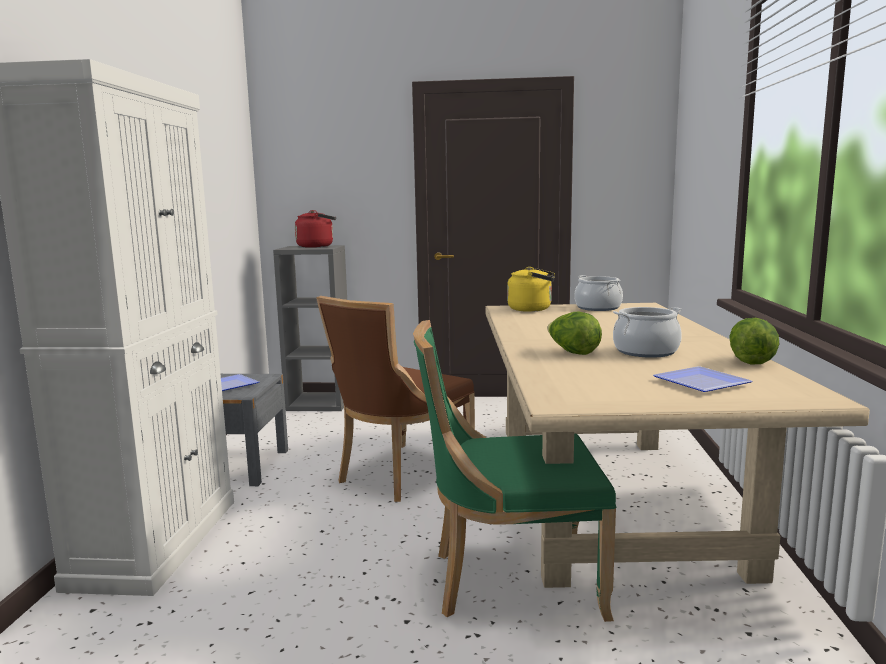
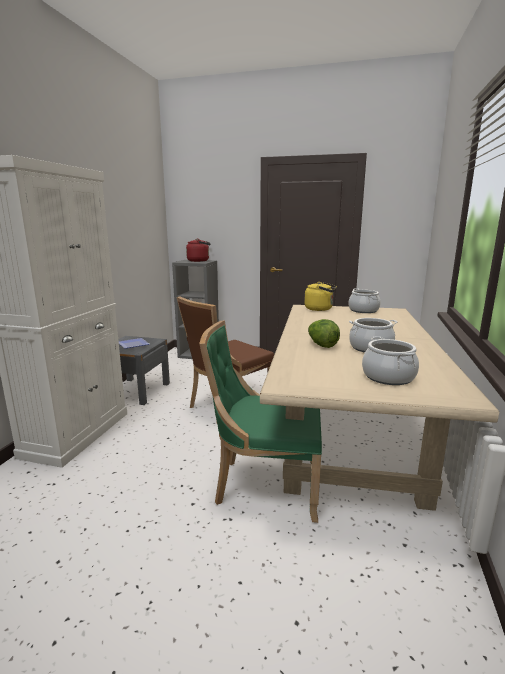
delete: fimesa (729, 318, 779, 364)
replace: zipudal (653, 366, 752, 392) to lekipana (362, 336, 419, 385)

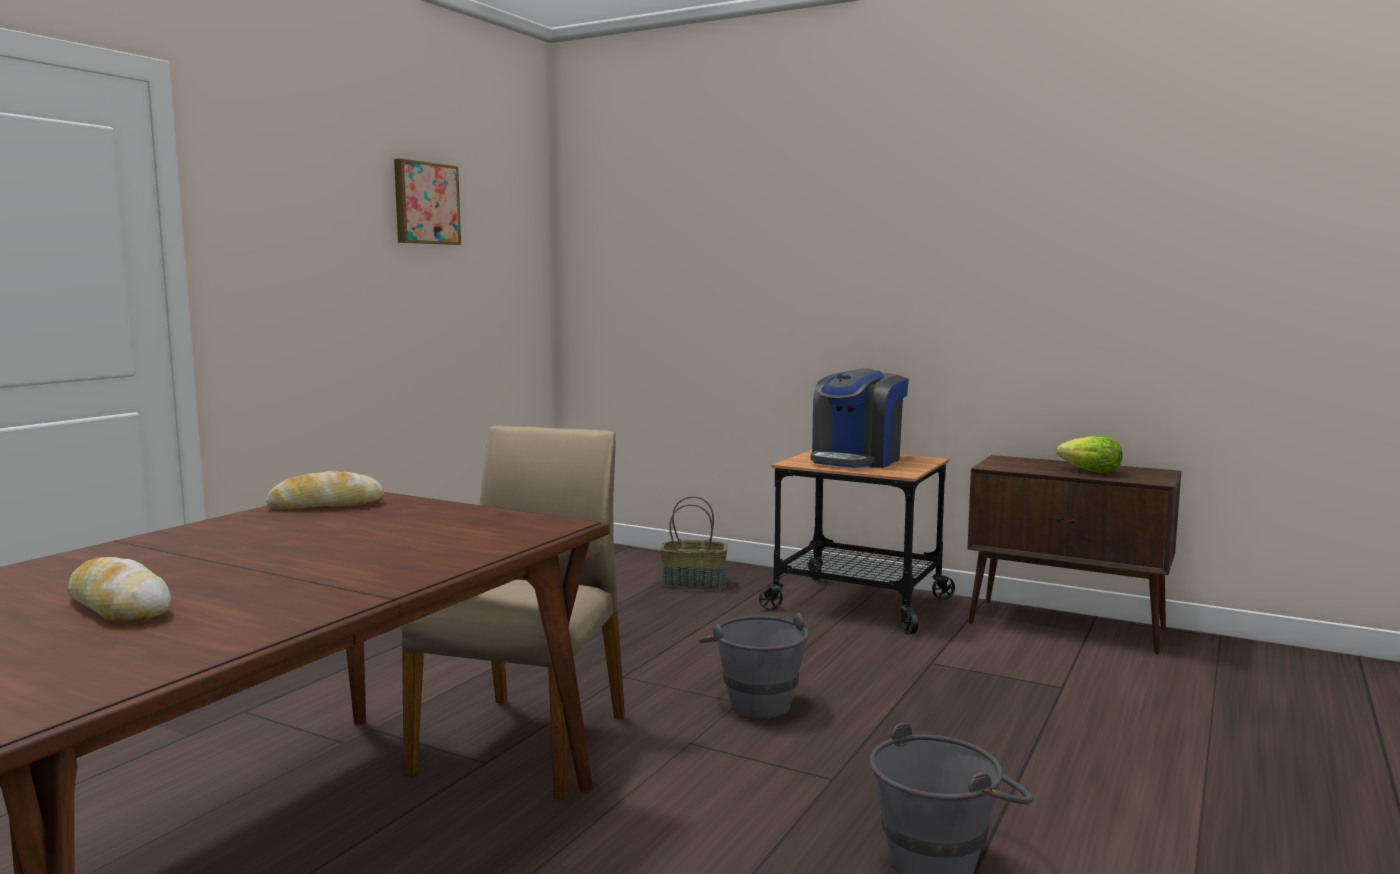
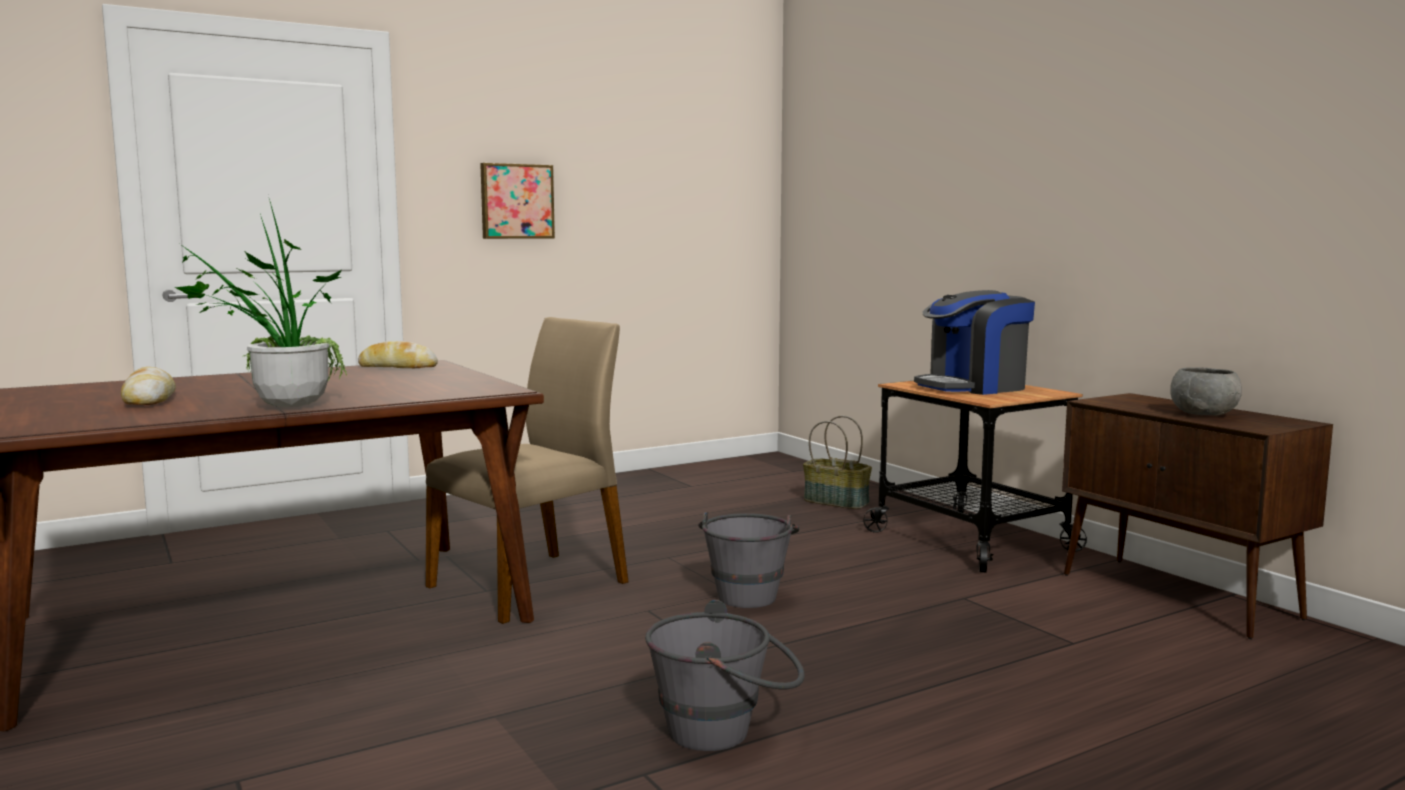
insert: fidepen (174, 199, 347, 407)
move: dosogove (394, 159, 461, 245) to (480, 163, 555, 239)
replace: fimesa (1057, 436, 1122, 473) to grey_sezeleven (1170, 367, 1242, 415)

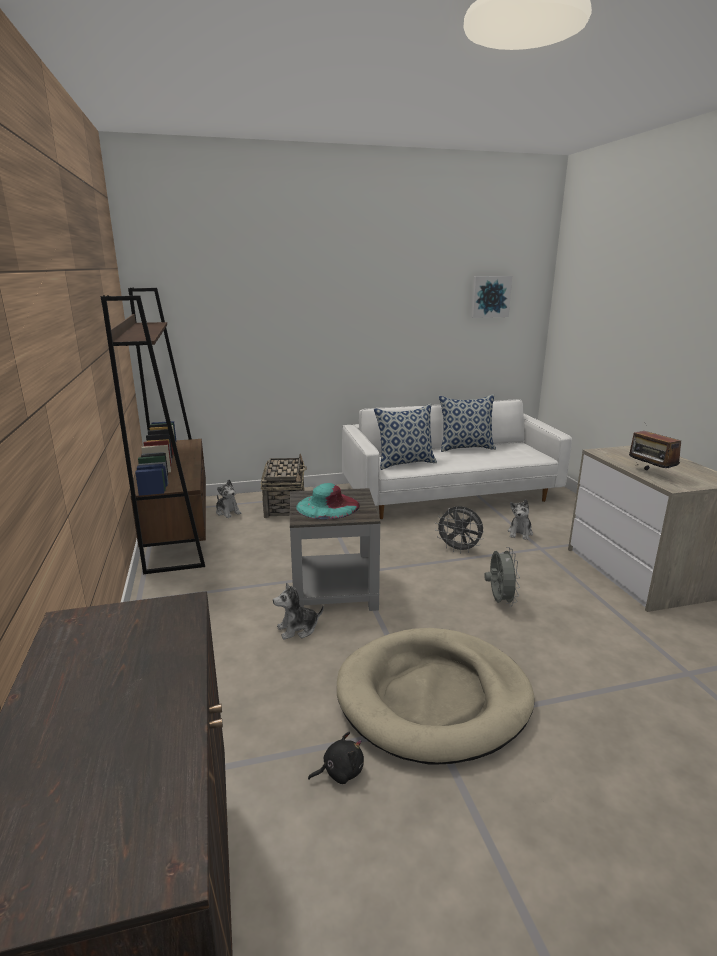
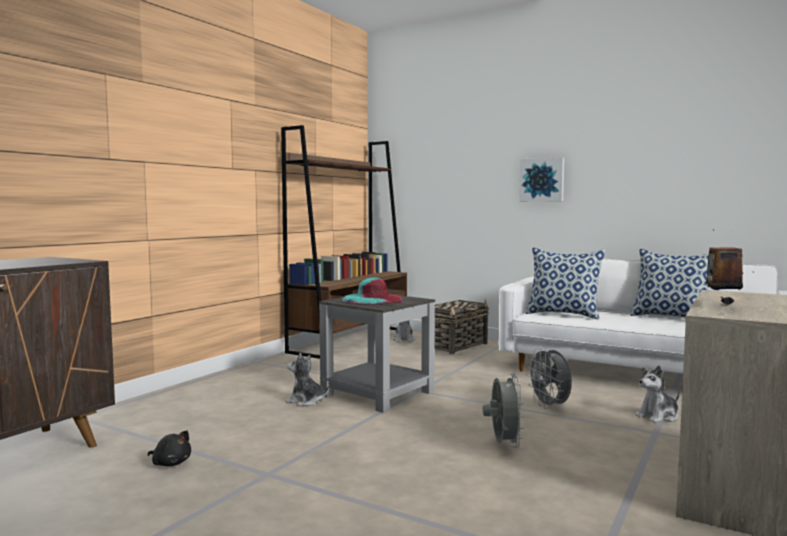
delete: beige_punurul (337, 628, 534, 765)
move: dosogove (471, 276, 512, 318) to (519, 157, 564, 202)
rotate: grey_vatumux (484, 547, 520, 606) = (483, 373, 524, 448) 45 degrees counterclockwise

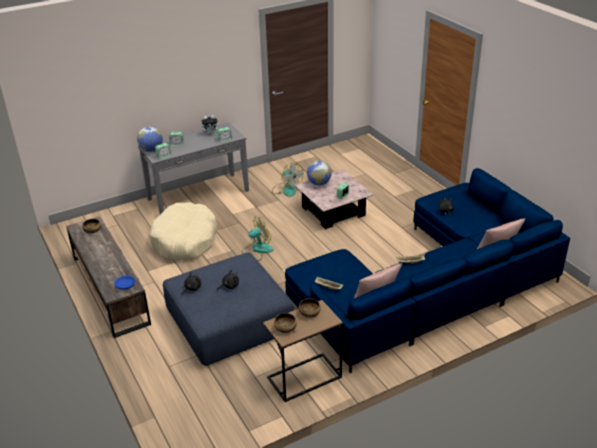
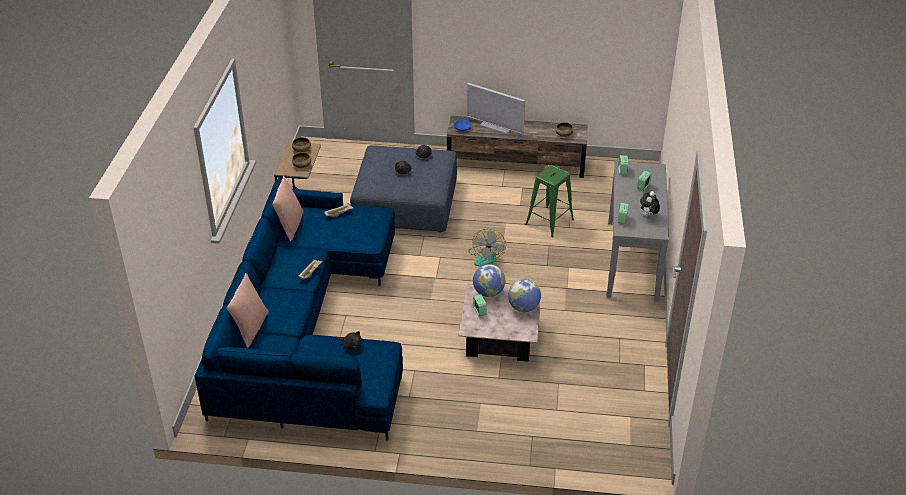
delete: vatumux (272, 162, 304, 197)
insert: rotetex (467, 83, 525, 134)
move: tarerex (137, 127, 163, 152) to (473, 264, 505, 297)
replace: beige_punurul (149, 203, 217, 261) to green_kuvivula (525, 165, 574, 237)

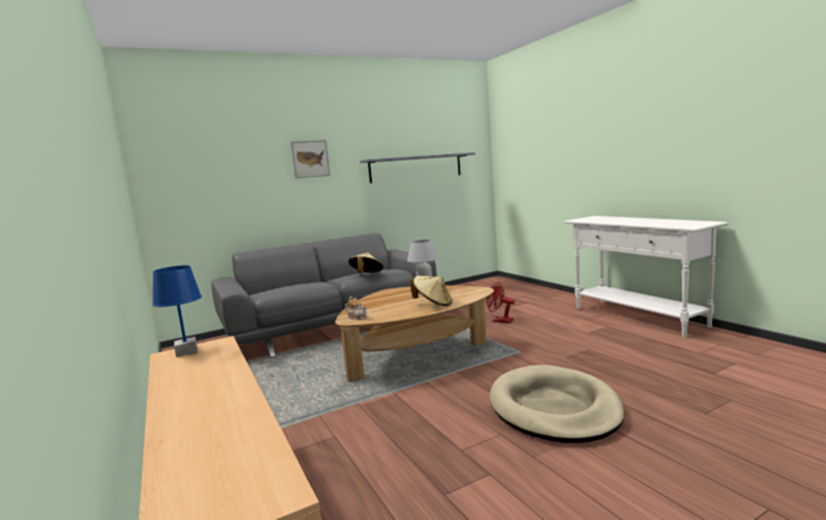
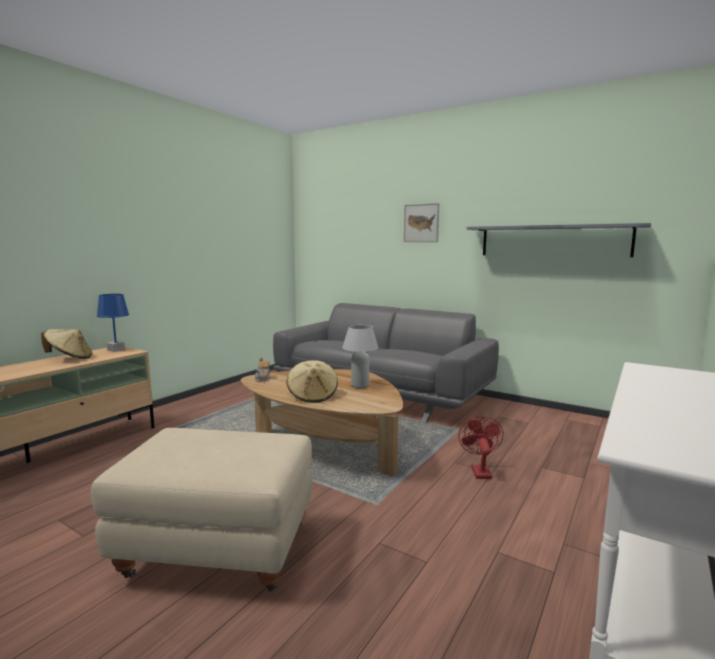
move: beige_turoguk (348, 252, 383, 274) to (41, 329, 92, 359)
replace: beige_punurul (490, 365, 625, 443) to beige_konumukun (91, 428, 312, 592)

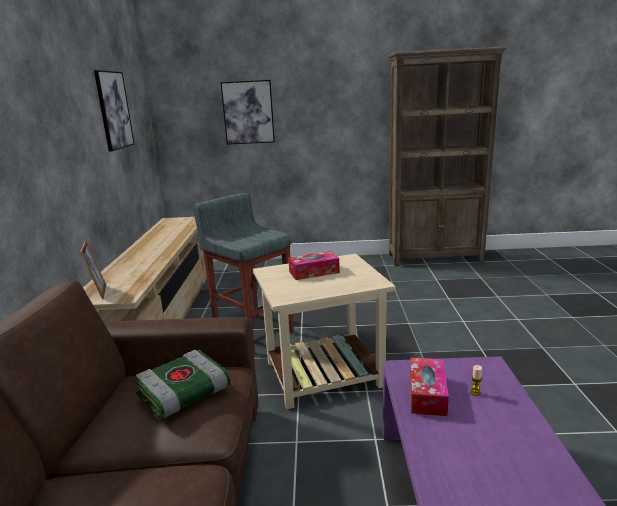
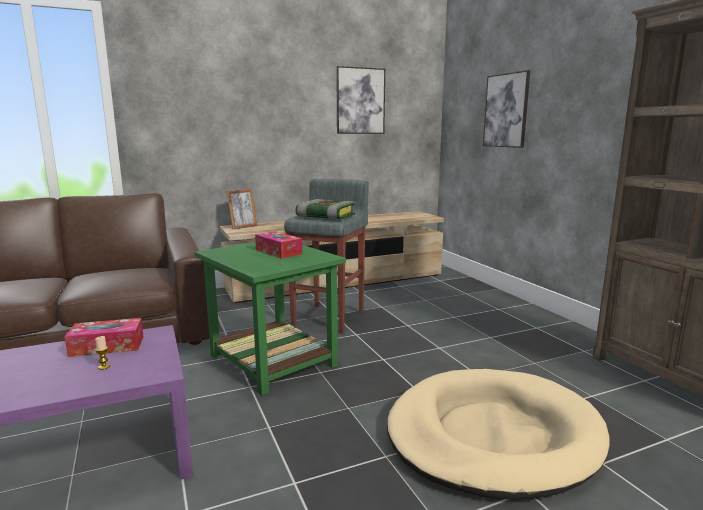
insert: beige_punurul (387, 369, 610, 500)
move: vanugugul (133, 350, 230, 419) to (295, 199, 355, 220)
recolor: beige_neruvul (253, 254, 396, 409) to green_neruvul (195, 242, 346, 395)

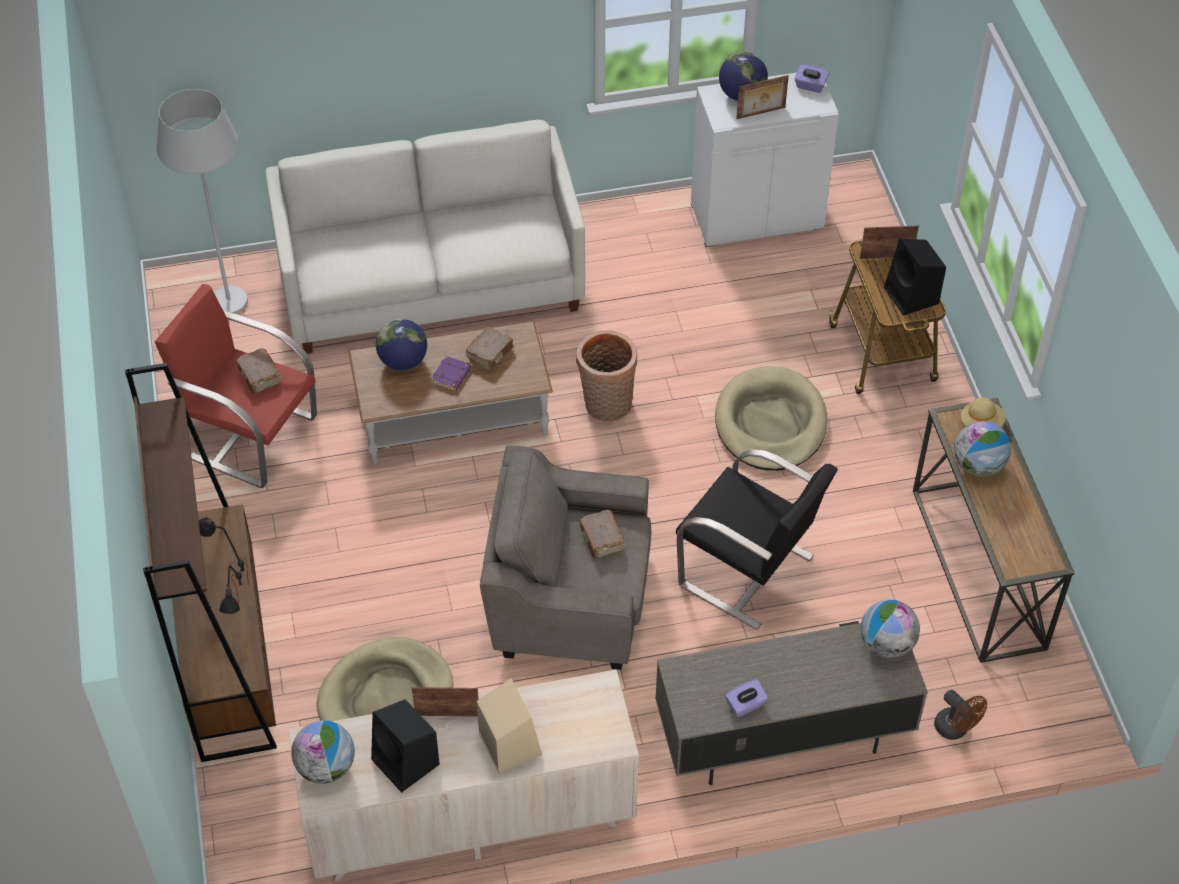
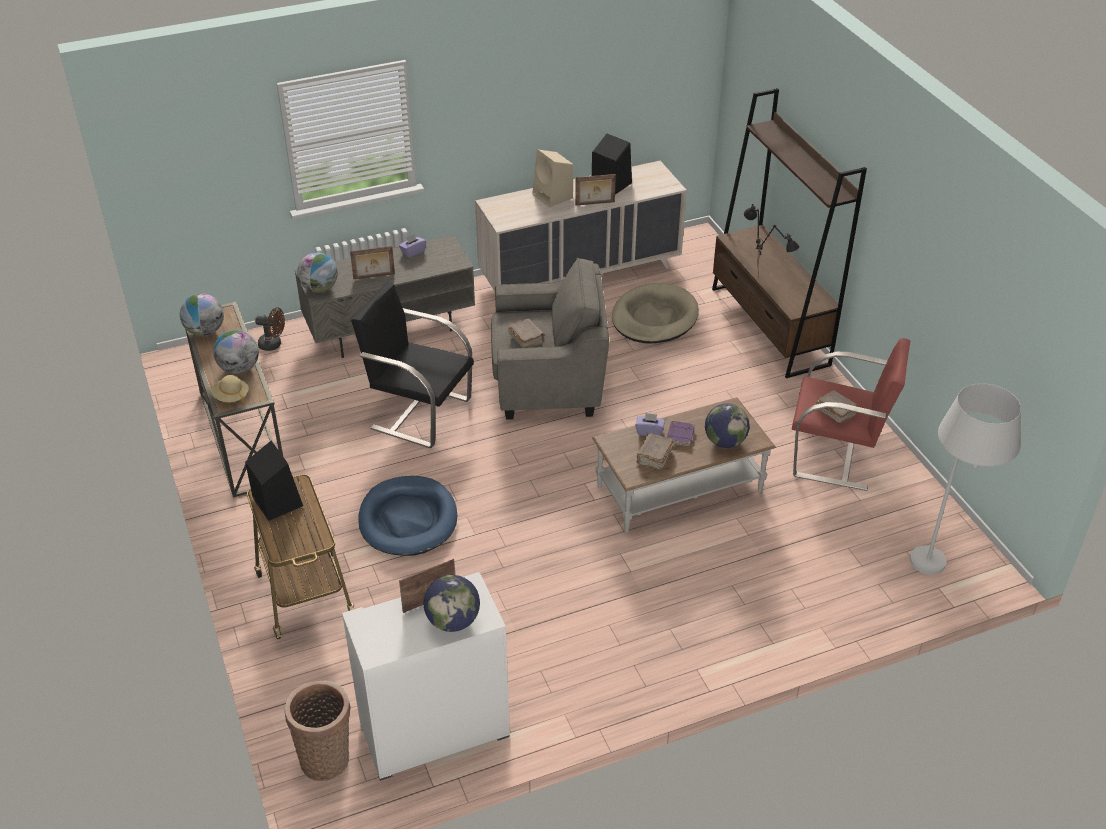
delete: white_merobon (265, 120, 585, 354)
move: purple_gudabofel (795, 64, 829, 93) to (635, 413, 665, 436); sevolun (860, 225, 919, 259) to (350, 246, 395, 279); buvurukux (576, 330, 637, 422) to (285, 680, 351, 781); tarerex (291, 720, 355, 784) to (180, 293, 224, 336)
recolor: beige_punurul (715, 366, 827, 471) to blue_punurul (358, 476, 457, 556)
rotate: brown_vatumux (934, 690, 987, 740) = (255, 307, 285, 351) 150 degrees clockwise

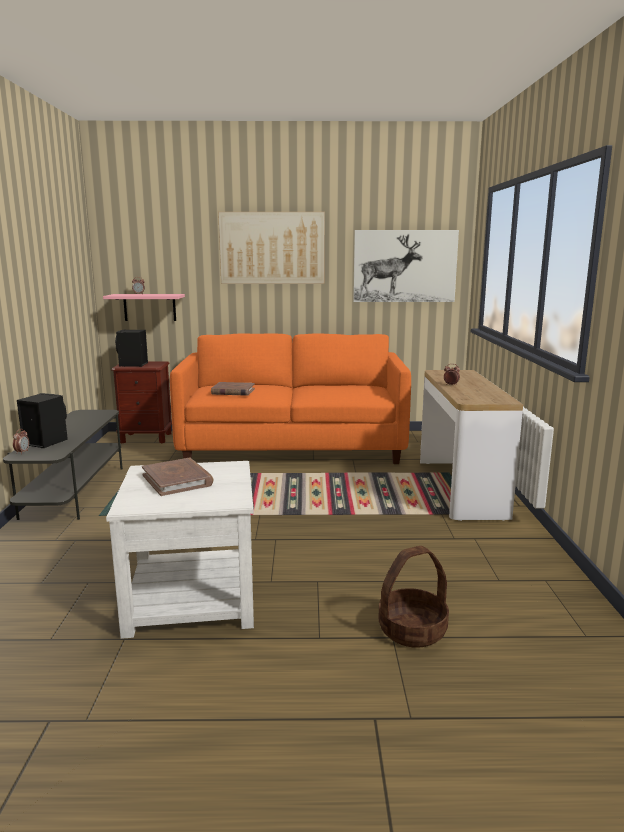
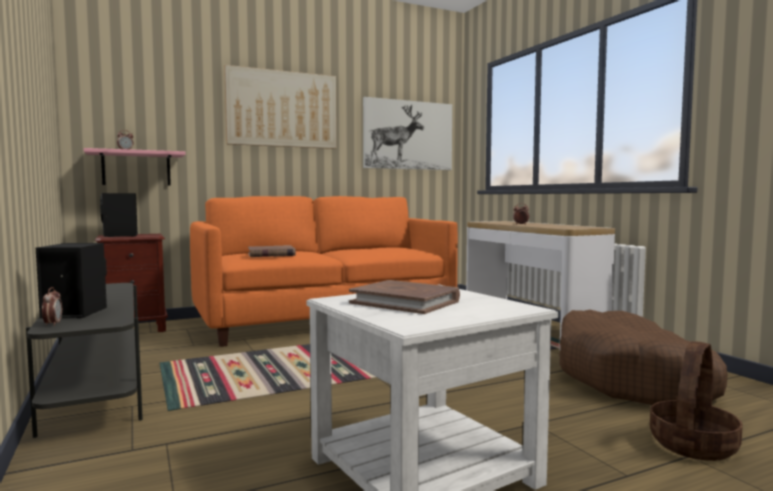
insert: brown_punurul (559, 310, 727, 405)

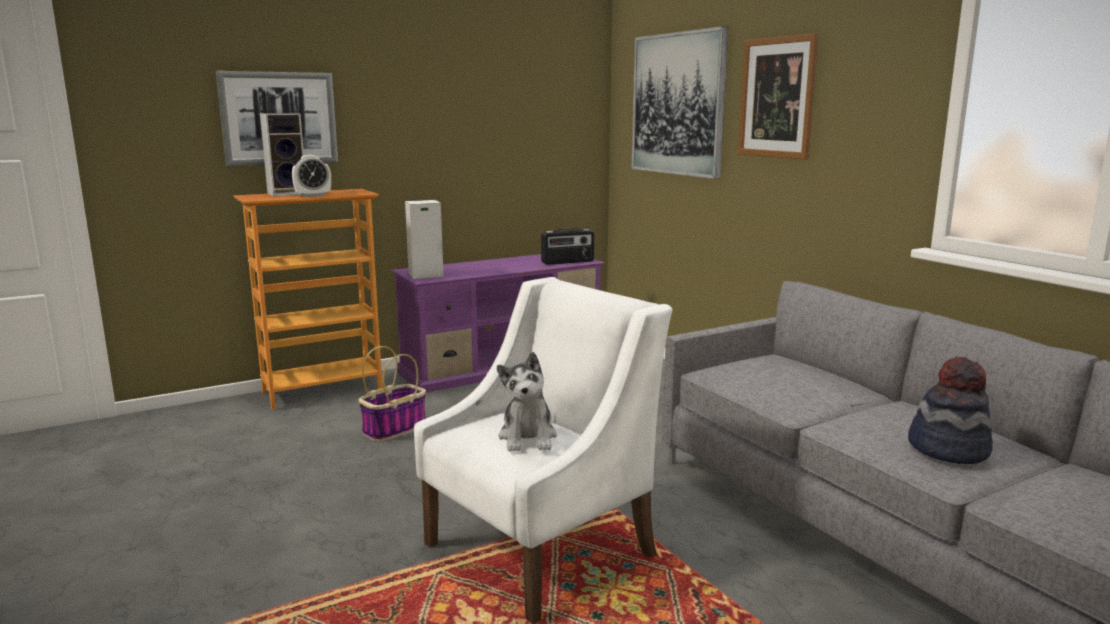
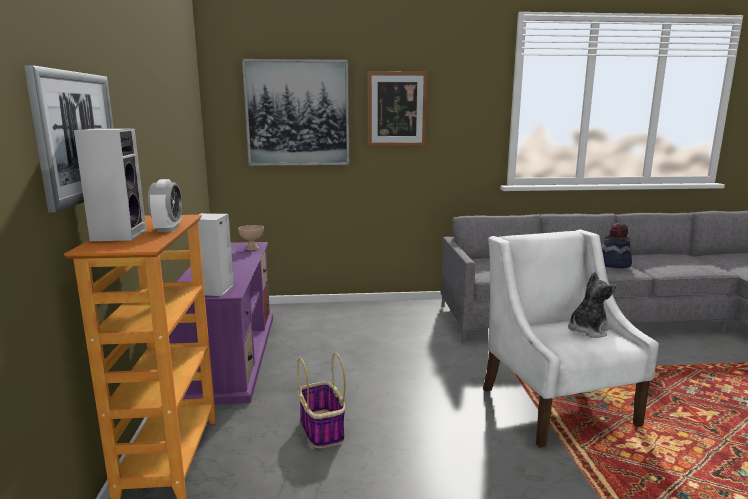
replace: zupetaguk (541, 228, 594, 265) to beige_sezeleven (238, 225, 264, 251)
rotate: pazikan (497, 352, 557, 452) = (568, 271, 616, 338) 60 degrees counterclockwise

